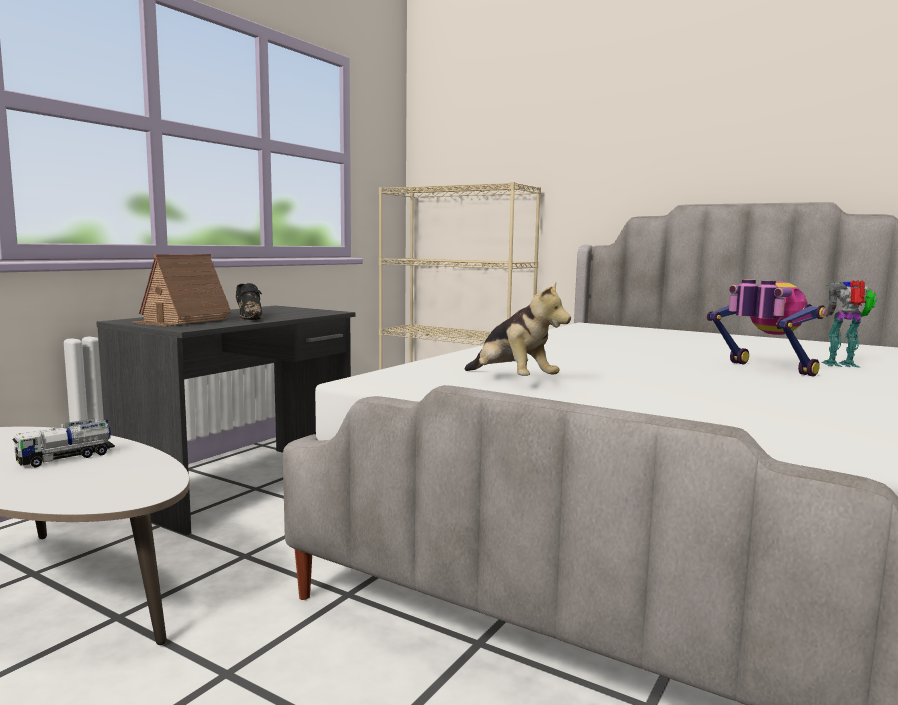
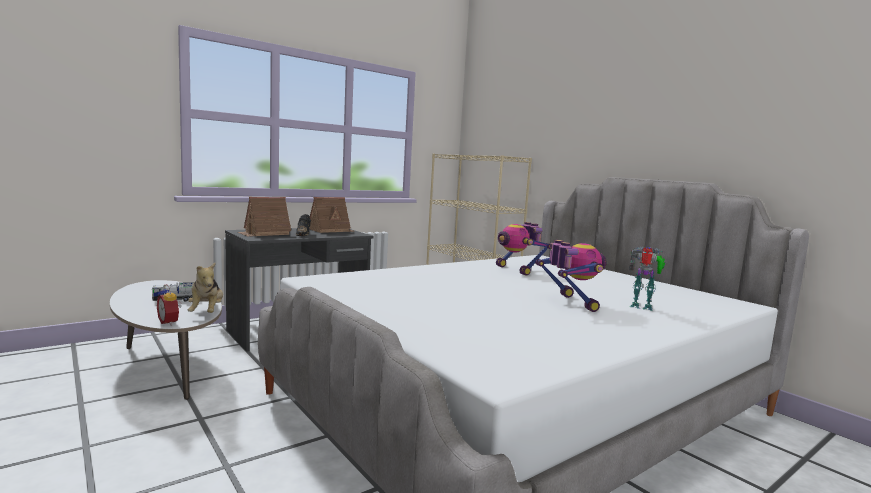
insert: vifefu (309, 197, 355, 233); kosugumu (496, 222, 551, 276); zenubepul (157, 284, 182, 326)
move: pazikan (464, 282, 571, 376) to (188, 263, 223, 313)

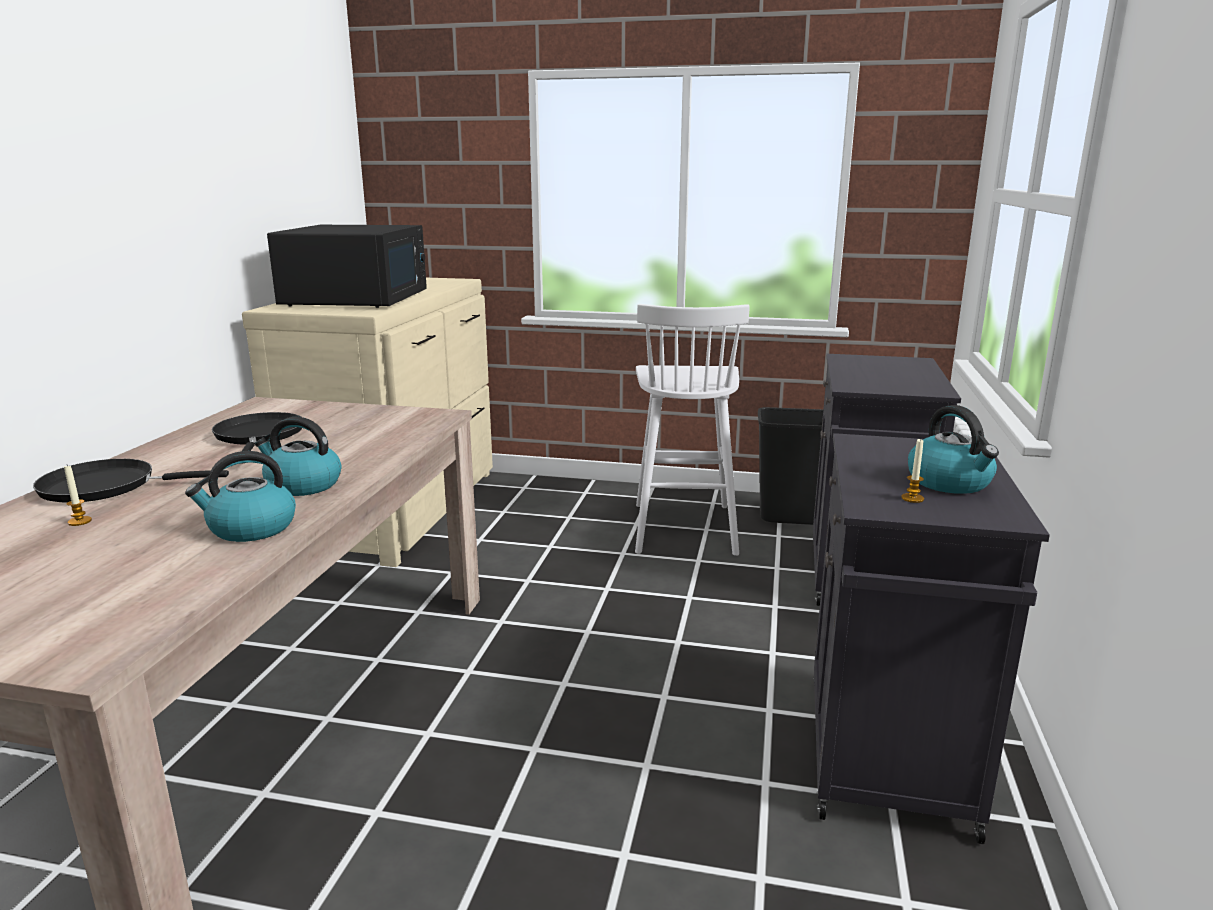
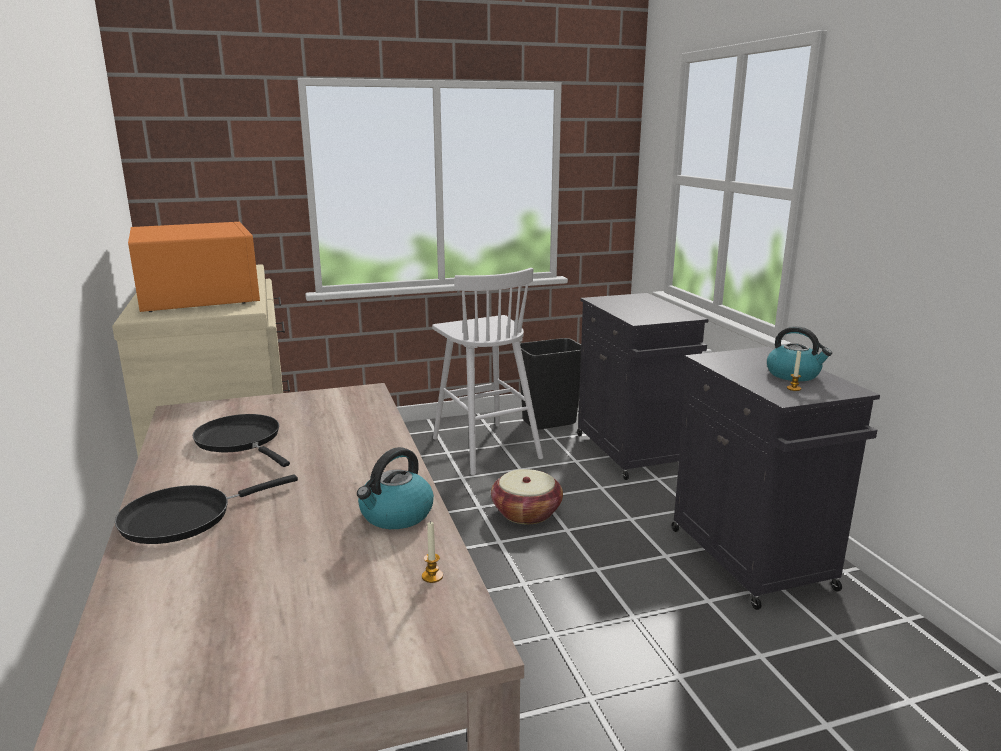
delete: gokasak (255, 417, 341, 496)
insert: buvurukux (491, 469, 563, 524)
move: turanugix (64, 465, 92, 526) to (422, 521, 443, 583)
recolor: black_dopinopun (267, 225, 427, 308) to orange_dopinopun (128, 222, 260, 312)

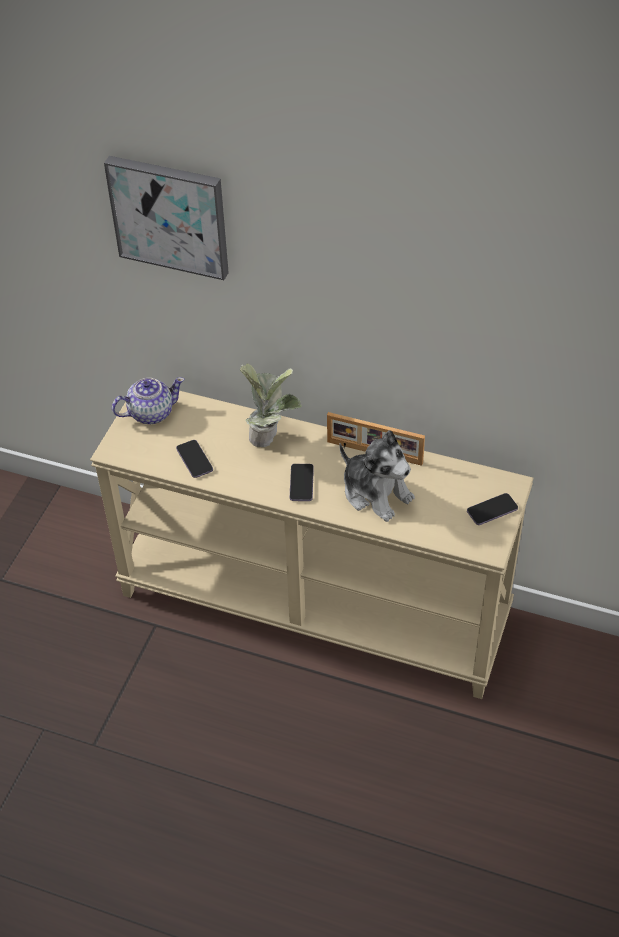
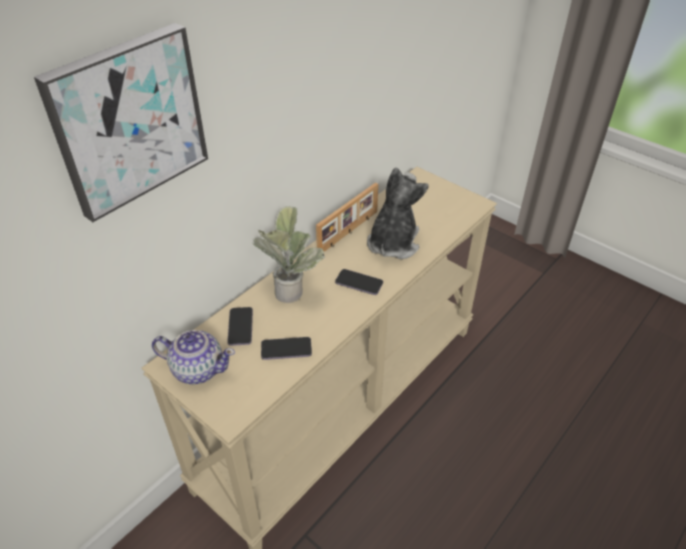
move: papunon (467, 493, 518, 525) to (227, 307, 253, 346)
rotate: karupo (112, 377, 185, 424) = (152, 330, 235, 384) 105 degrees clockwise; pazikan (339, 430, 415, 522) = (367, 167, 429, 259) 45 degrees counterclockwise

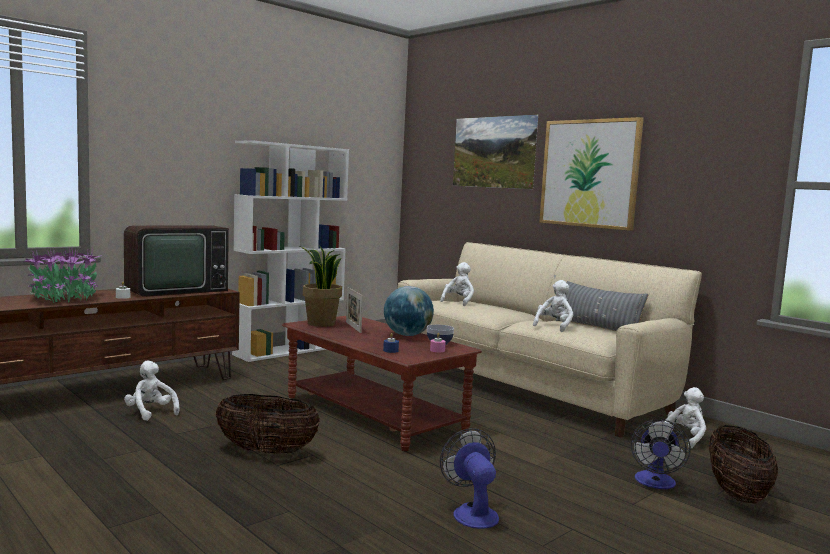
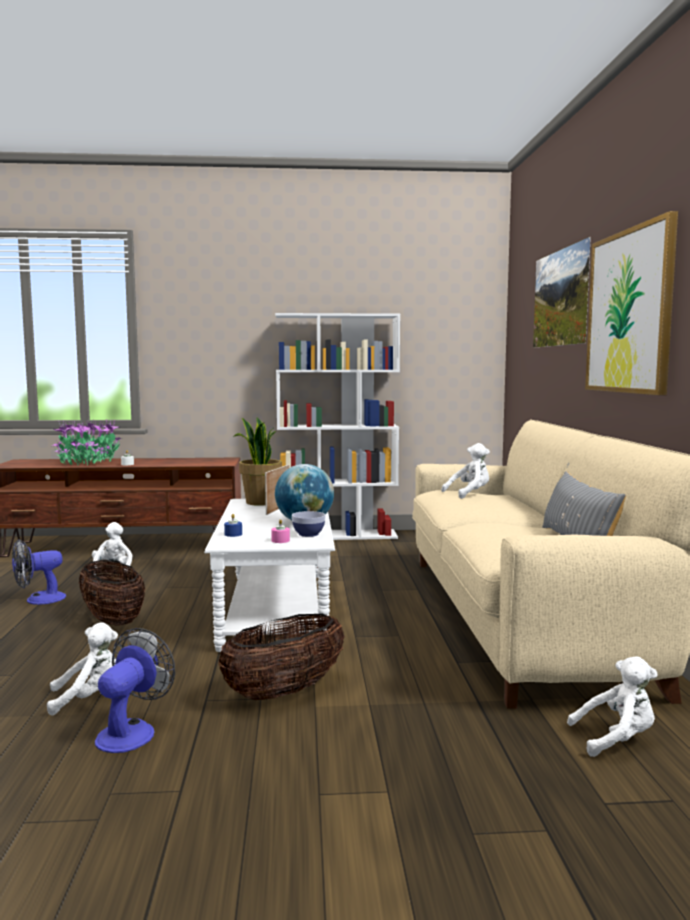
delete: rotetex (124, 225, 229, 297)
move: white_pazikan (533, 280, 574, 332) to (47, 622, 118, 716); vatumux (631, 419, 691, 489) to (12, 539, 66, 605); buvurukux (709, 425, 778, 503) to (219, 614, 344, 700)
recolor: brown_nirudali (282, 316, 482, 451) to white_nirudali (204, 499, 335, 652)

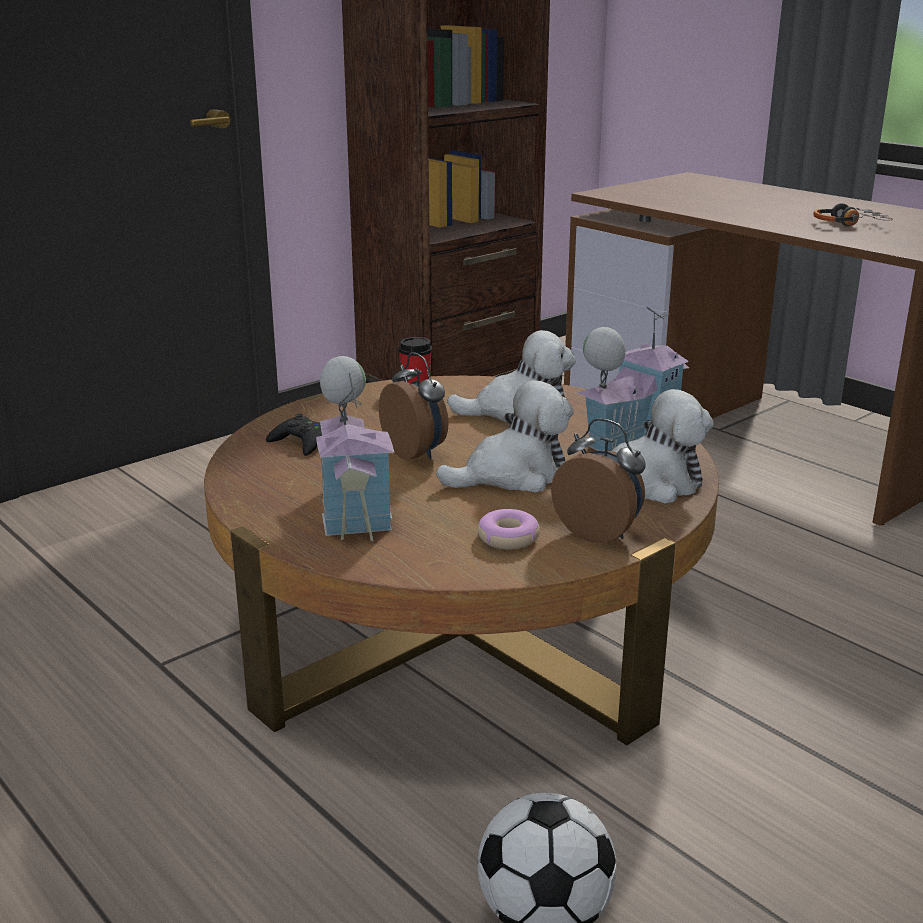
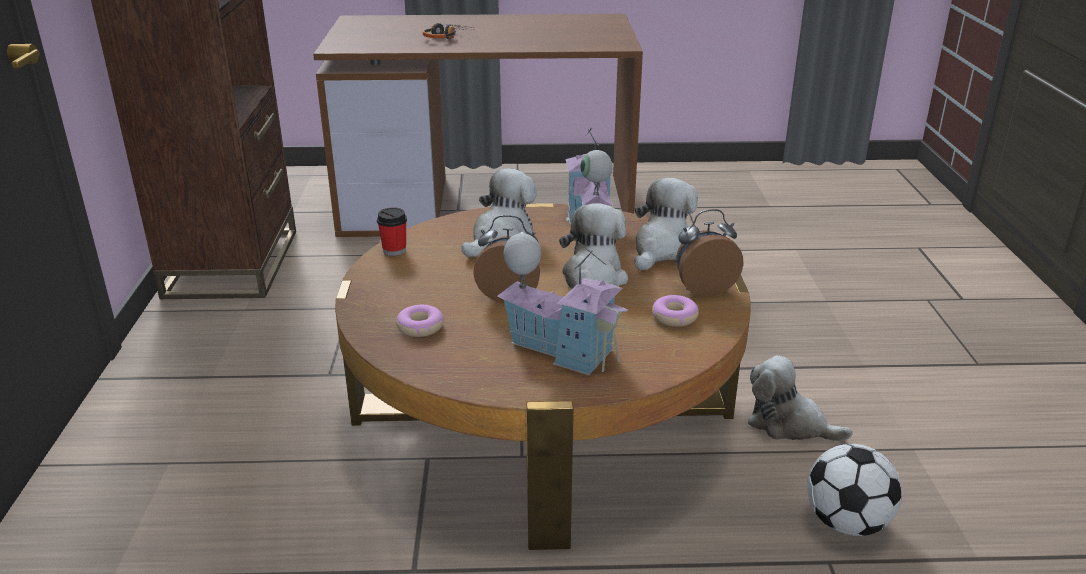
insert: pazikan (748, 355, 853, 441)
move: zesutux (814, 203, 893, 226) to (422, 23, 476, 39)
replace: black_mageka (266, 414, 322, 456) to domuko (396, 305, 444, 337)

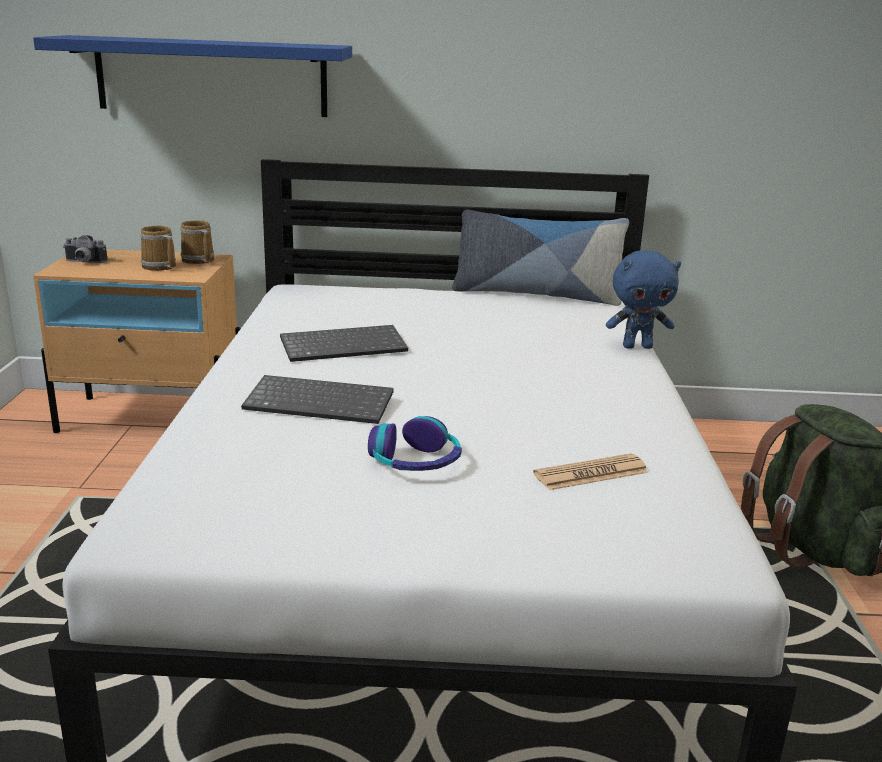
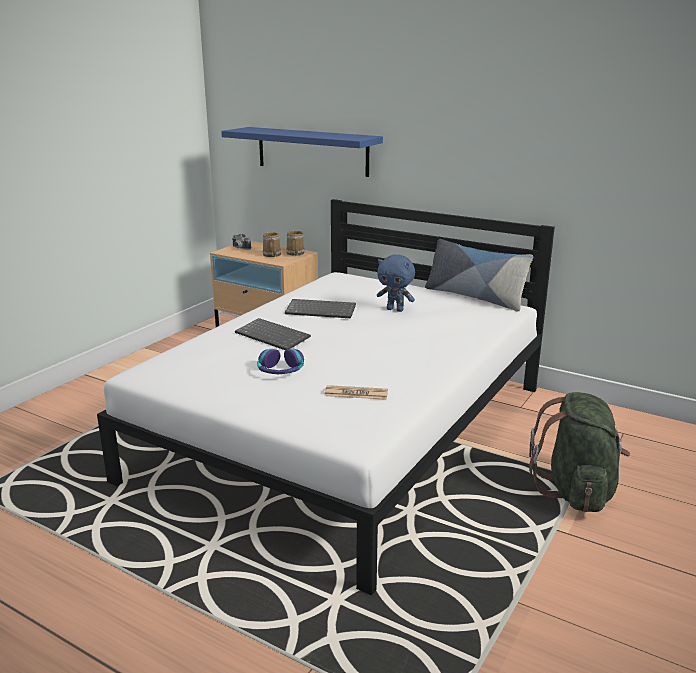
move: blue_pazikan (606, 250, 681, 349) to (377, 254, 415, 312)

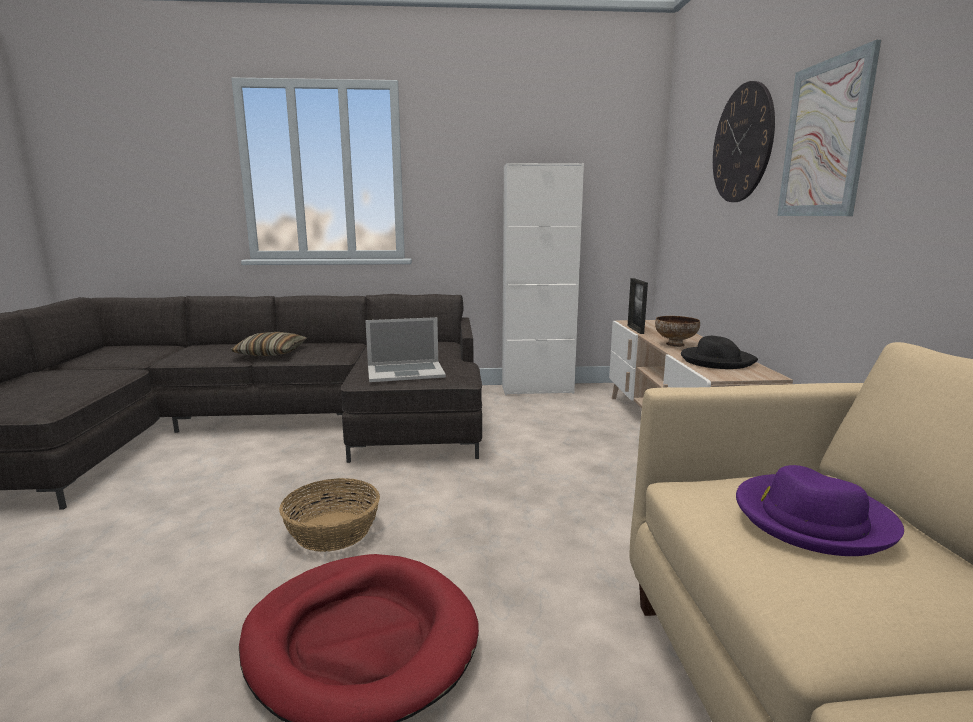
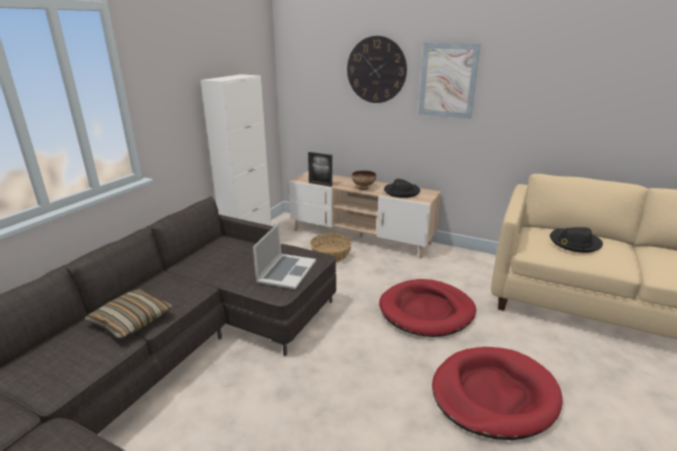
insert: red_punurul (379, 279, 476, 337)
move: buvurukux (279, 478, 380, 552) to (310, 233, 352, 262)
recolor: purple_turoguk (736, 465, 904, 556) to black_turoguk (550, 227, 603, 253)

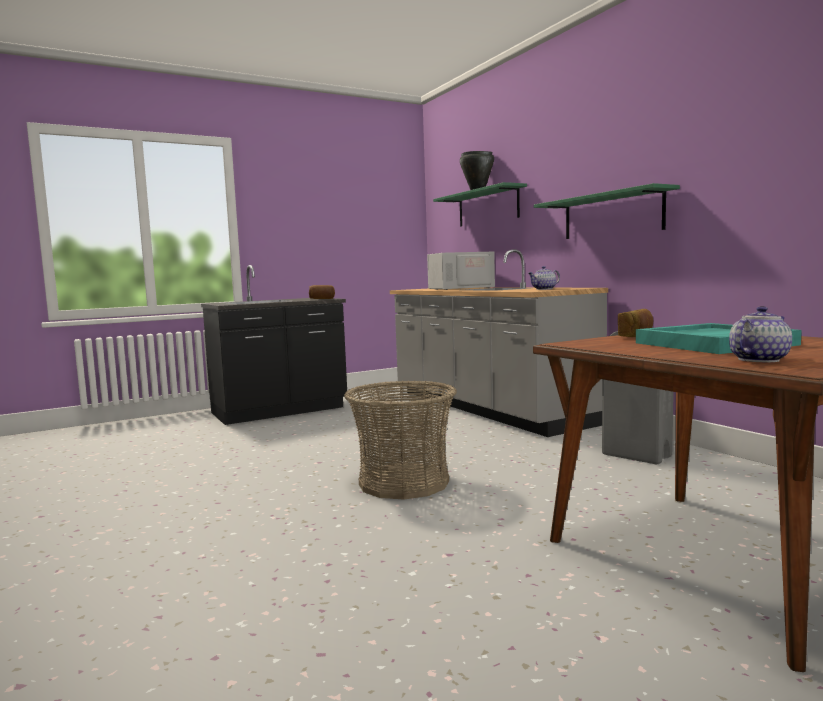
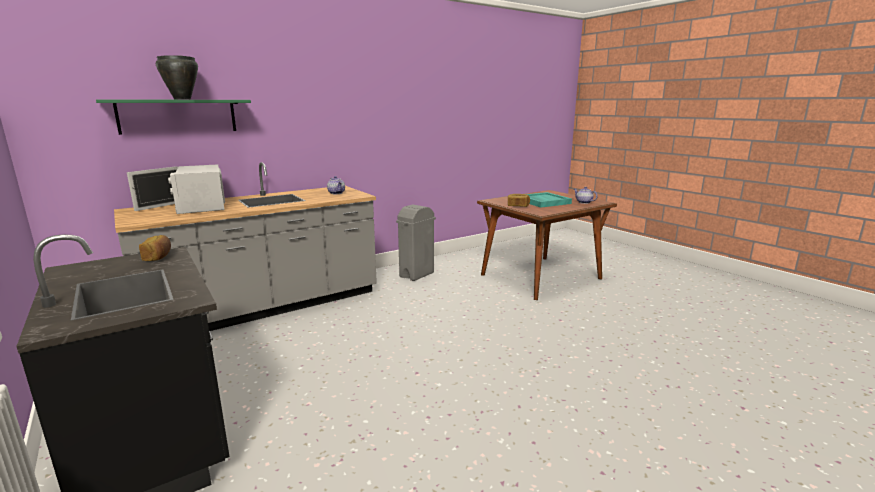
delete: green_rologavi (534, 183, 680, 239); buvurukux (344, 380, 457, 499)

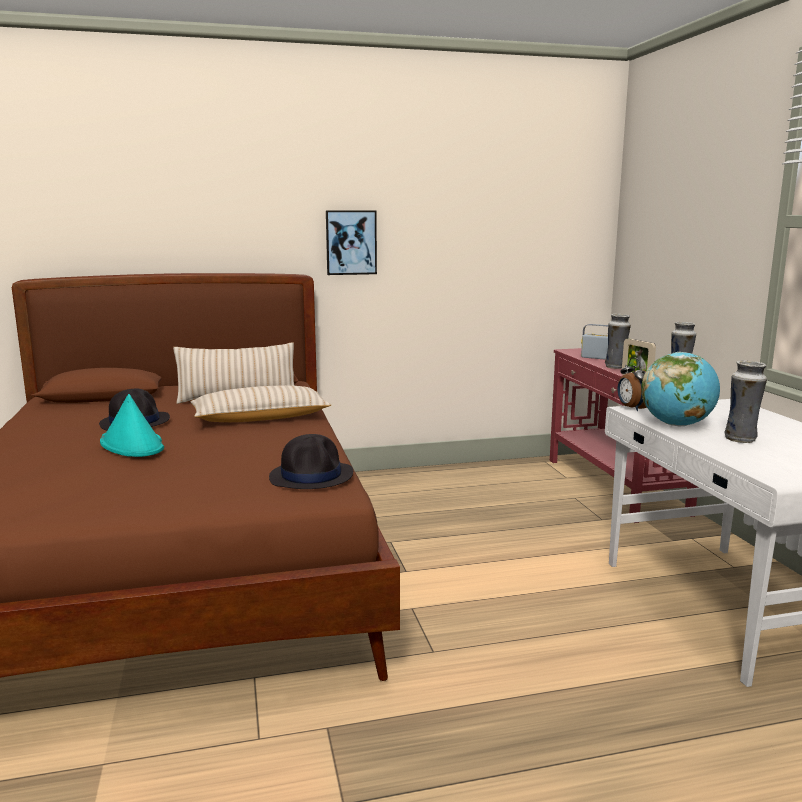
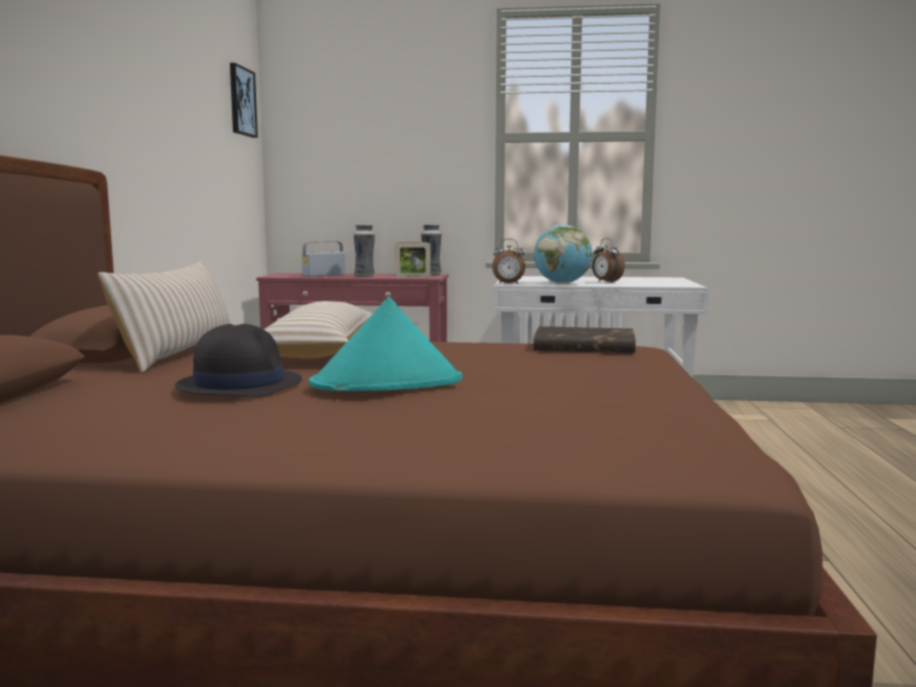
move: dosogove (326, 210, 377, 275) to (230, 63, 258, 138)
replace: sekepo (724, 360, 767, 443) to zenubepul (592, 238, 625, 283); black_turoguk (269, 434, 353, 489) to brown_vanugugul (533, 326, 636, 353)

